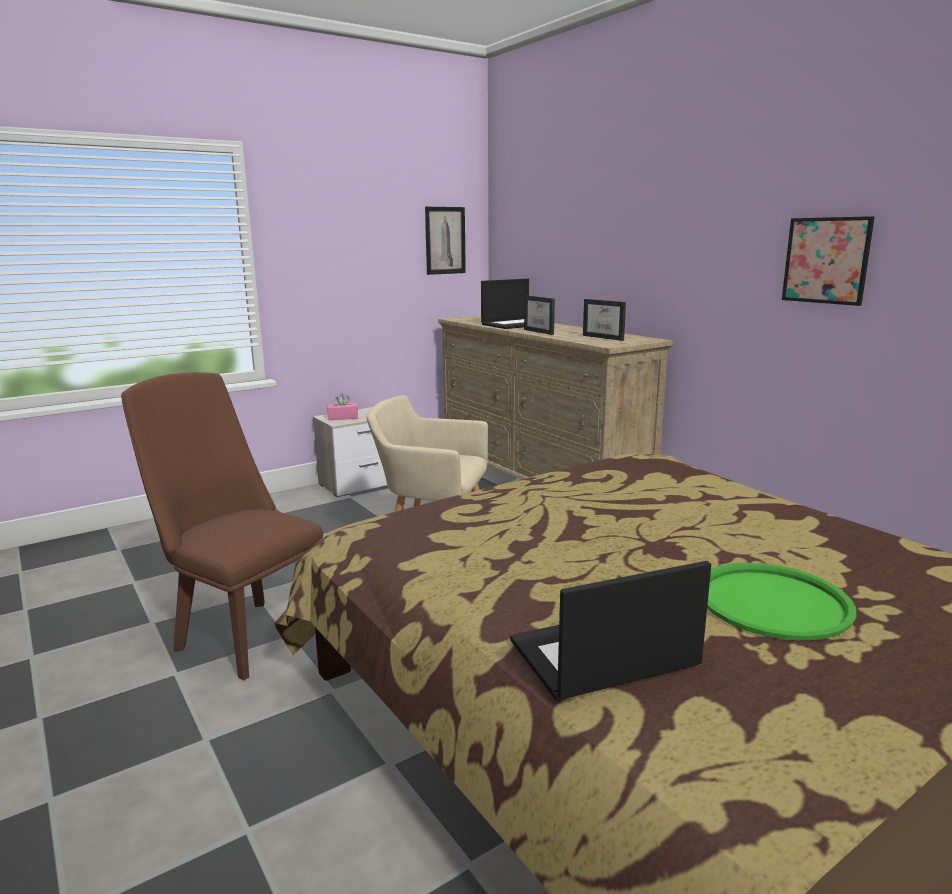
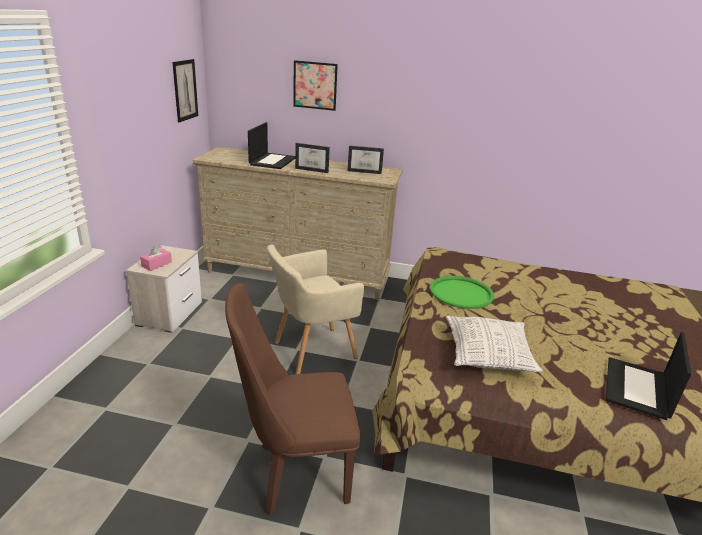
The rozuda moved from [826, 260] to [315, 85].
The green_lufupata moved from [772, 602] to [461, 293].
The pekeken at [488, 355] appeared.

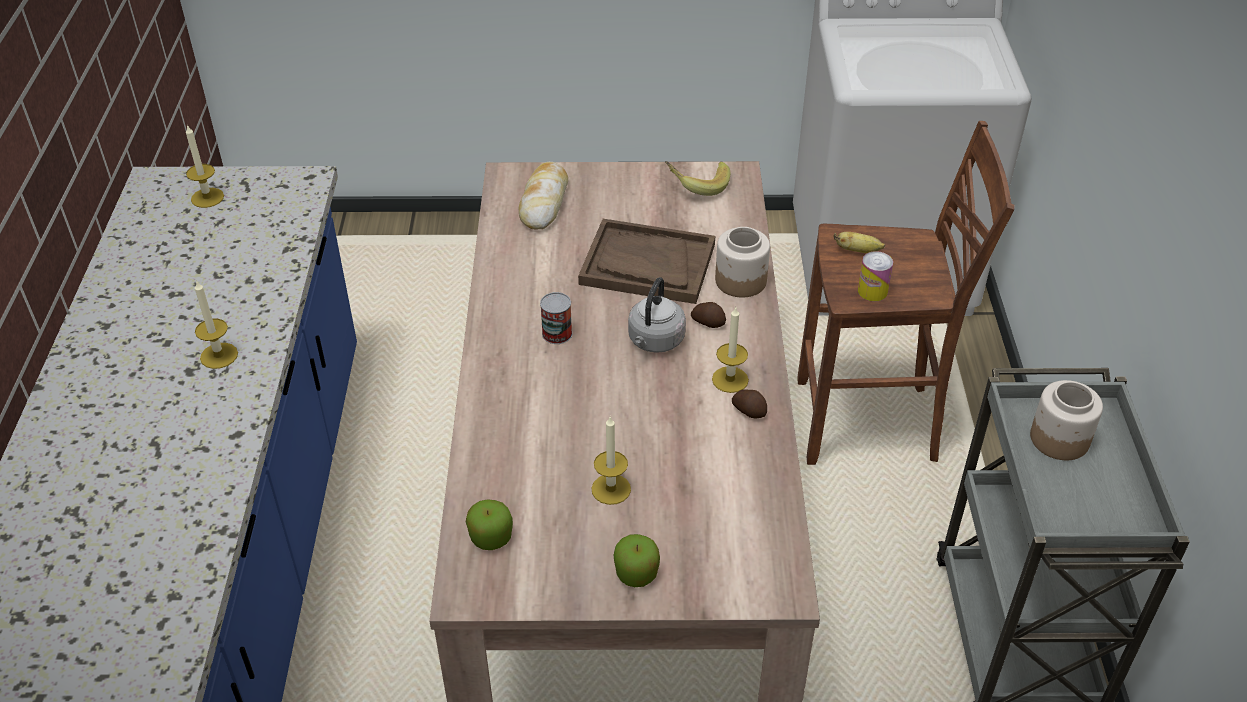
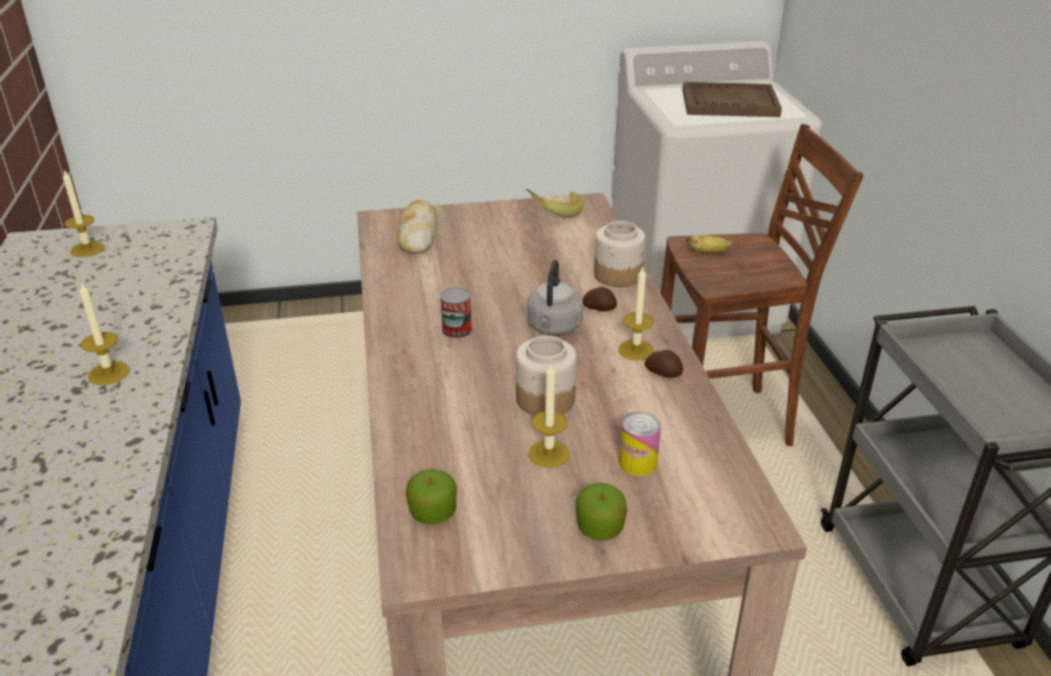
The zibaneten moved from [1058, 439] to [544, 399].
The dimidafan moved from [872, 291] to [637, 463].
The brown_lufupata moved from [647, 264] to [729, 103].

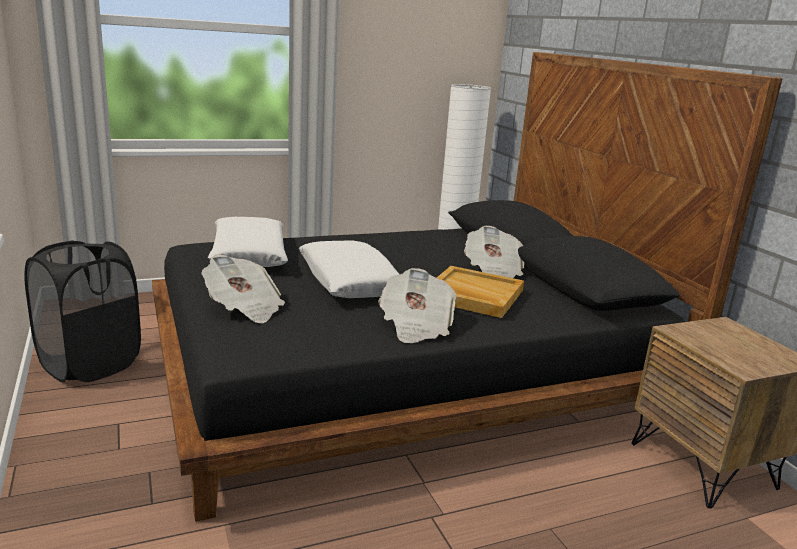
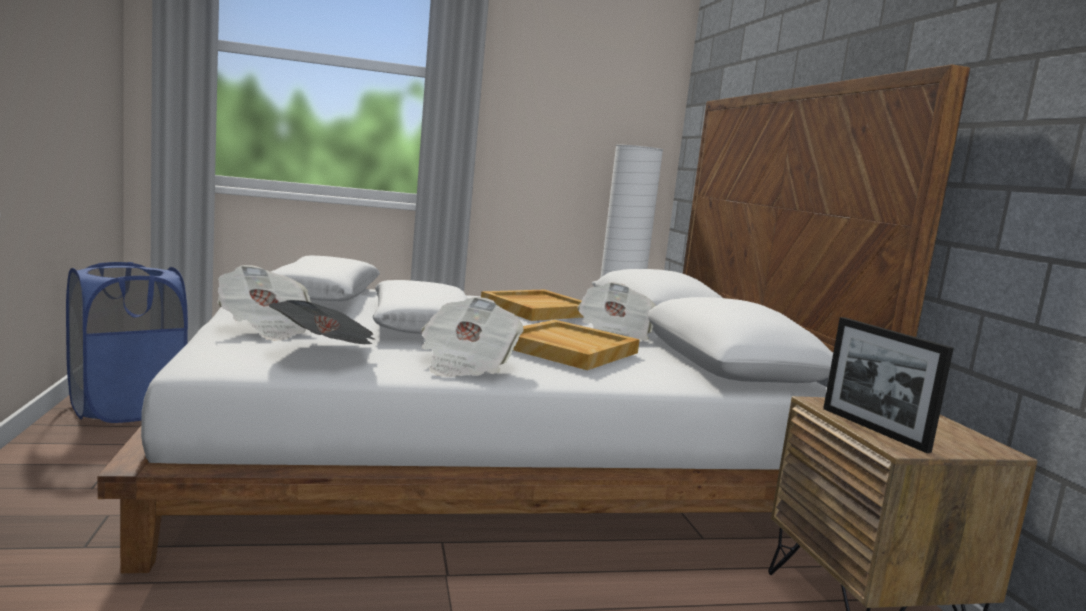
The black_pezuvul at [90, 364] became the blue_pezuvul at [126, 408].
The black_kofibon at [402, 373] became the white_kofibon at [491, 460].
The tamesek at [327, 352] appeared.
The beige_lufupata at [537, 309] appeared.
The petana at [873, 429] appeared.

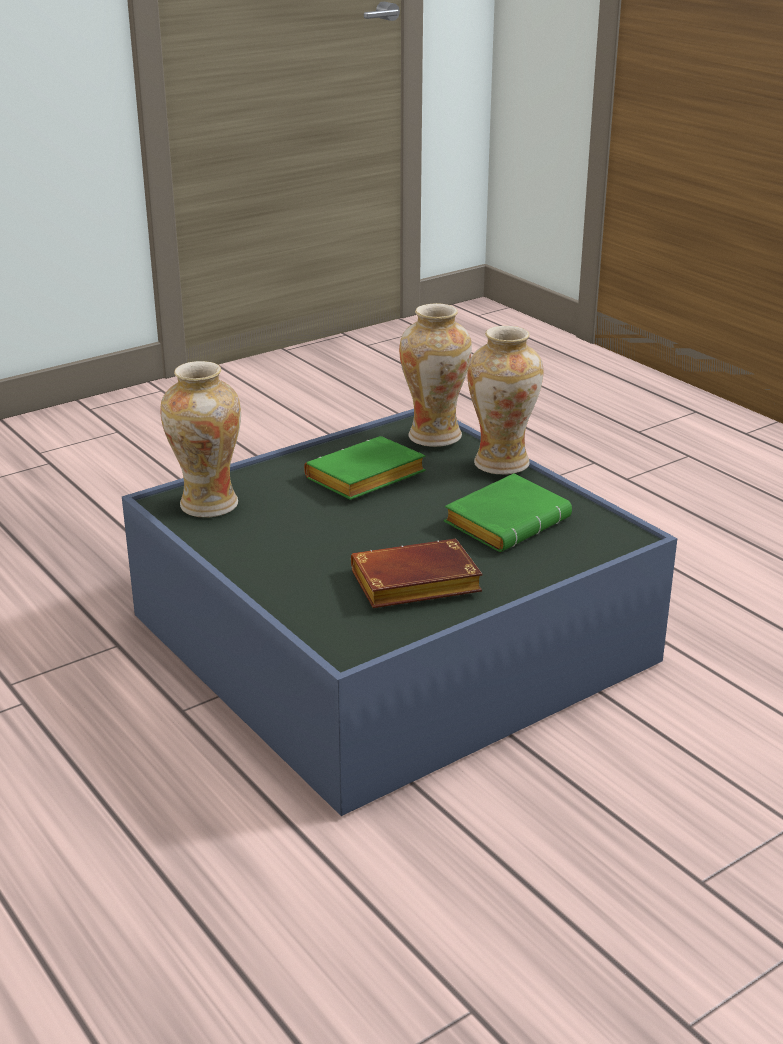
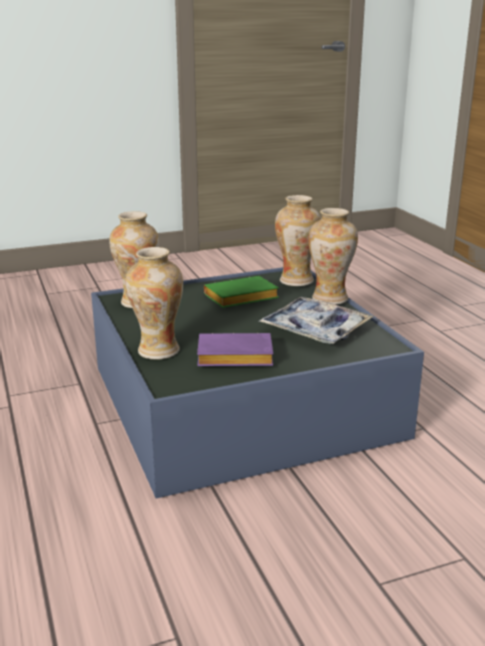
The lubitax at [158, 351] appeared.
The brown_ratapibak at [413, 586] became the purple_ratapibak at [232, 358].
The green_ratapibak at [506, 521] was replaced by the lufupata at [315, 330].

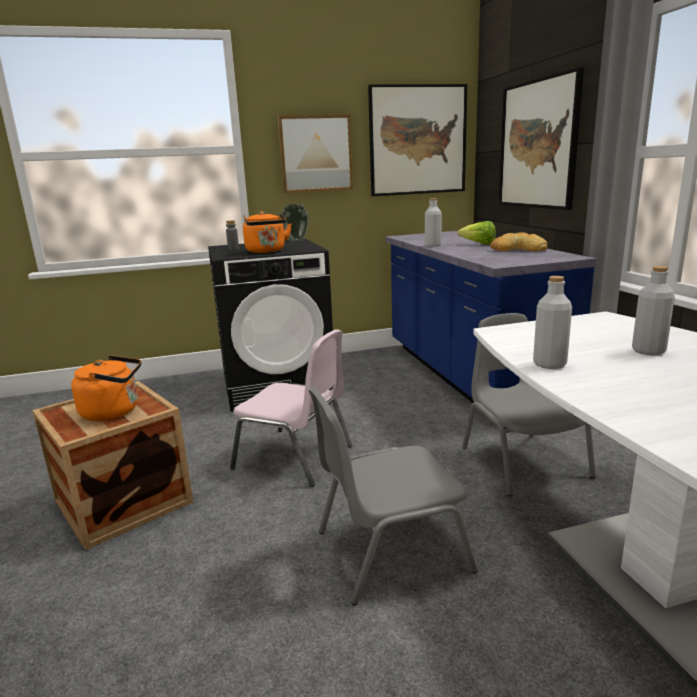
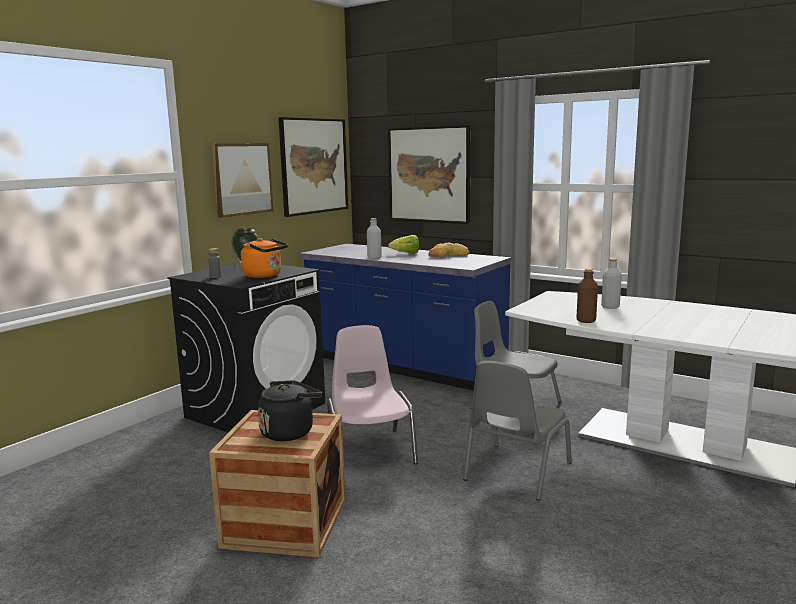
The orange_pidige at [114, 412] became the black_pidige at [289, 432].
The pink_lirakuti at [295, 457] turned 90 degrees counterclockwise.
The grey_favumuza at [549, 364] became the brown_favumuza at [586, 321].

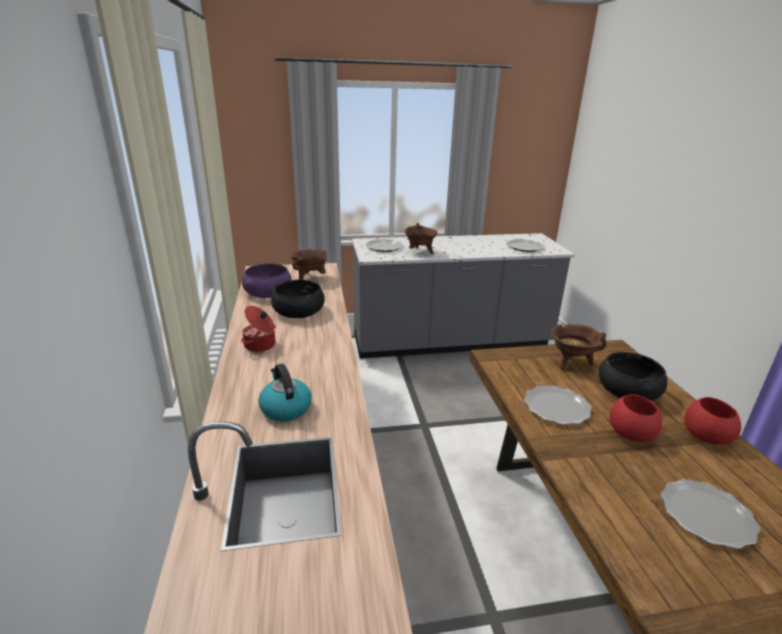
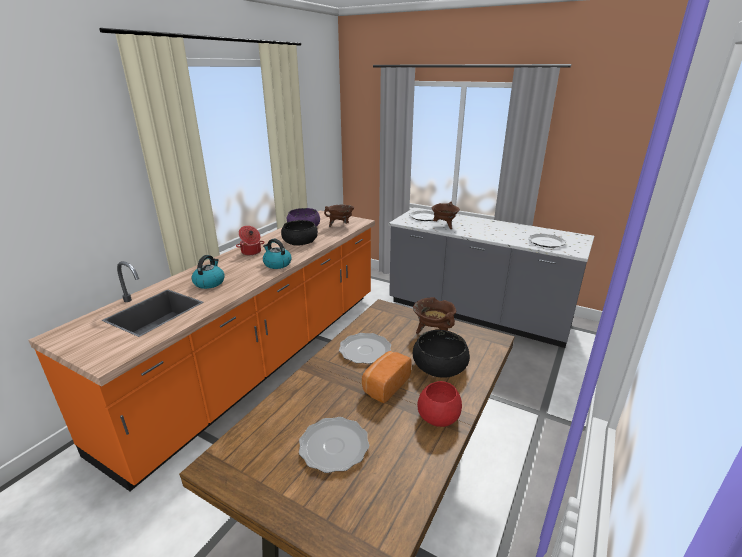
The pidige at [277, 264] appeared.
The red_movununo at [630, 432] was replaced by the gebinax at [384, 385].

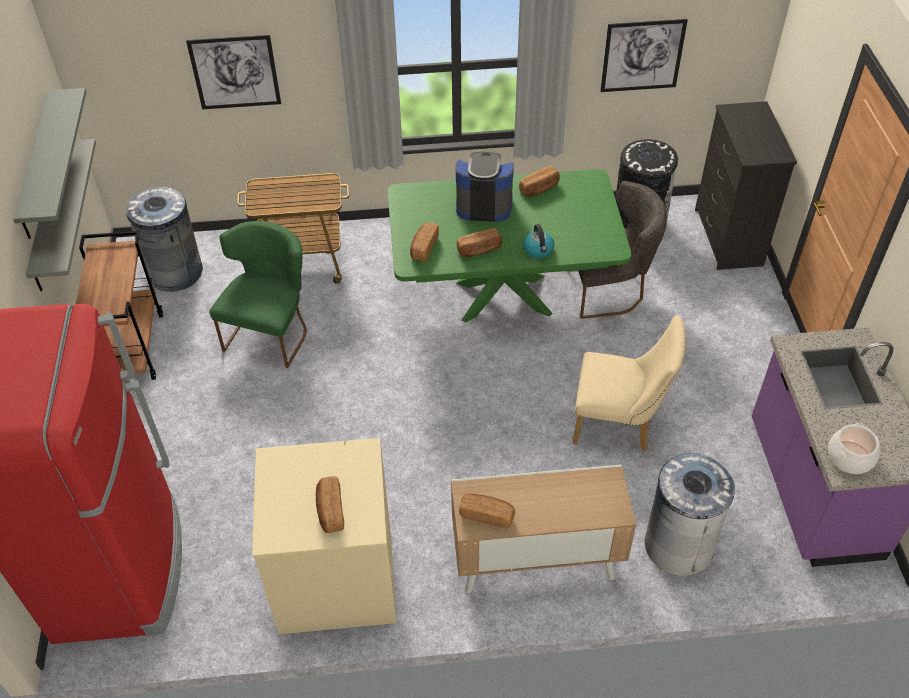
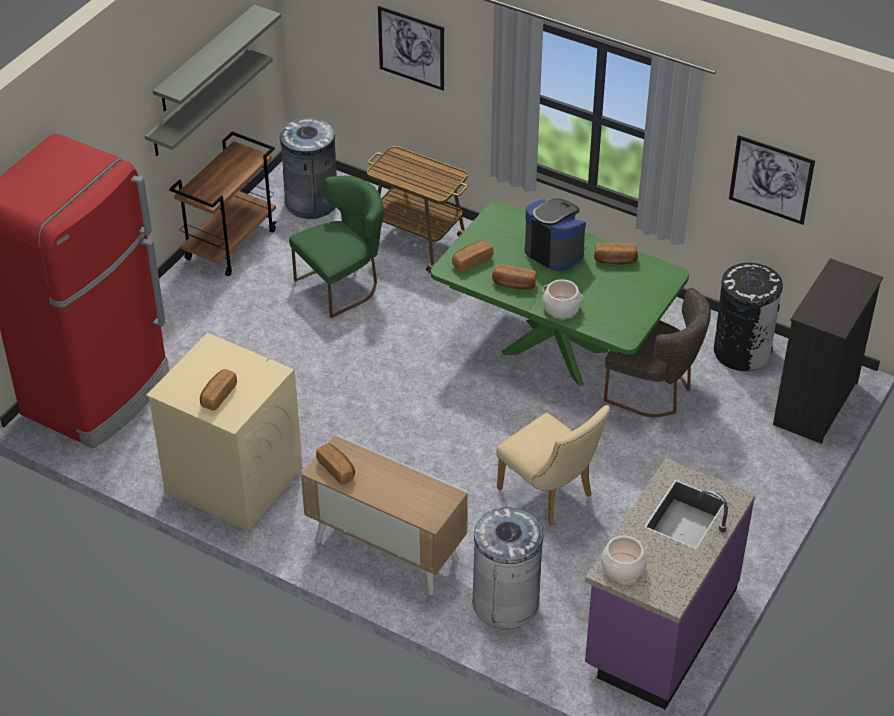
The pidige at [538, 250] was replaced by the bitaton at [561, 307].

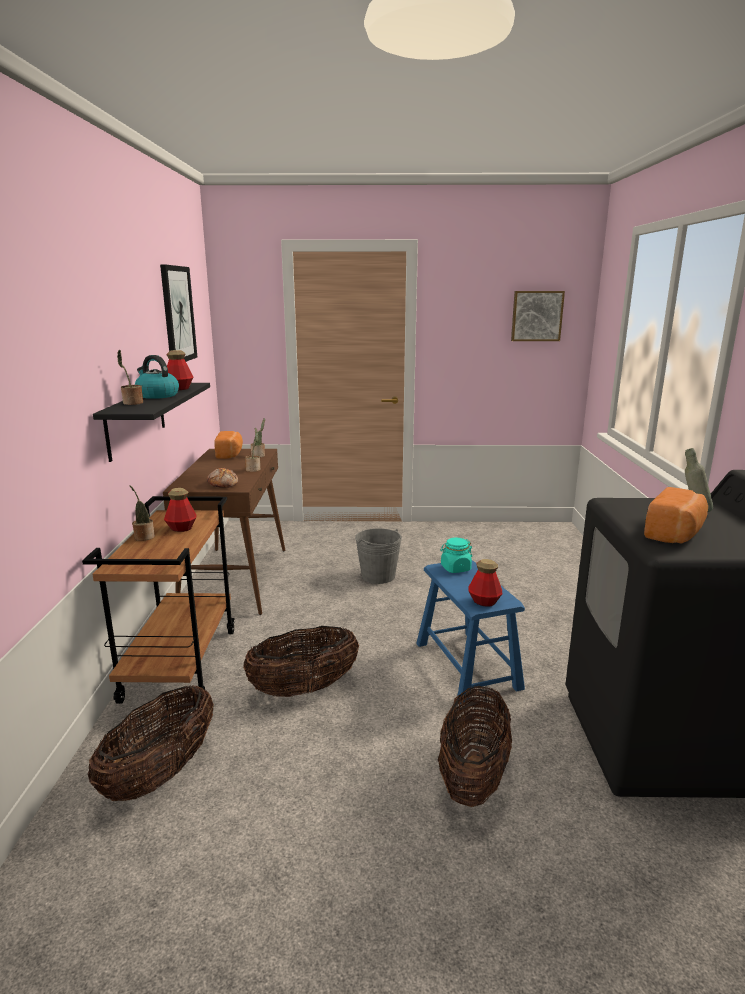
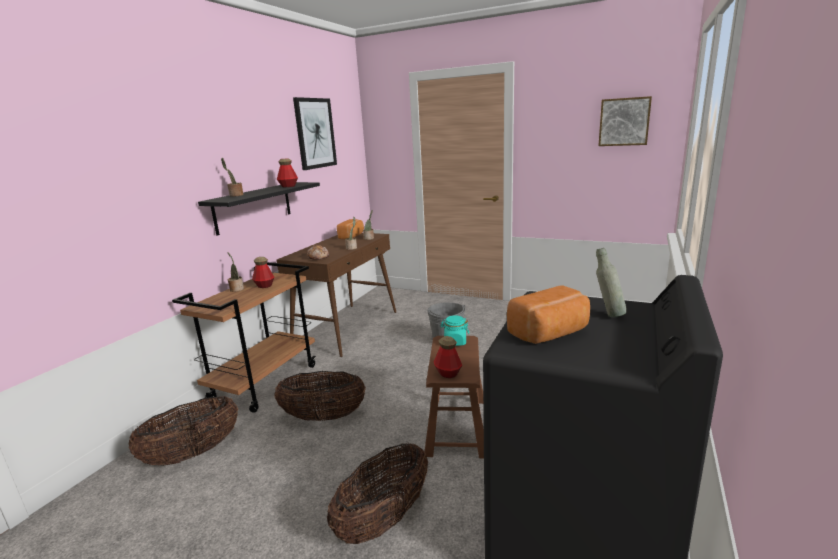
The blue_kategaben at [467, 665] became the brown_kategaben at [457, 426].
The pidige at [157, 395] disappeared.

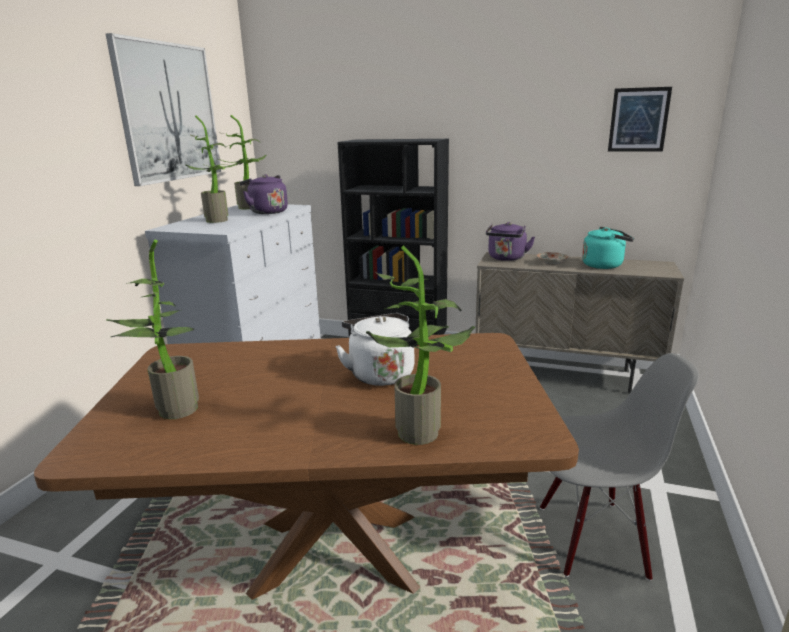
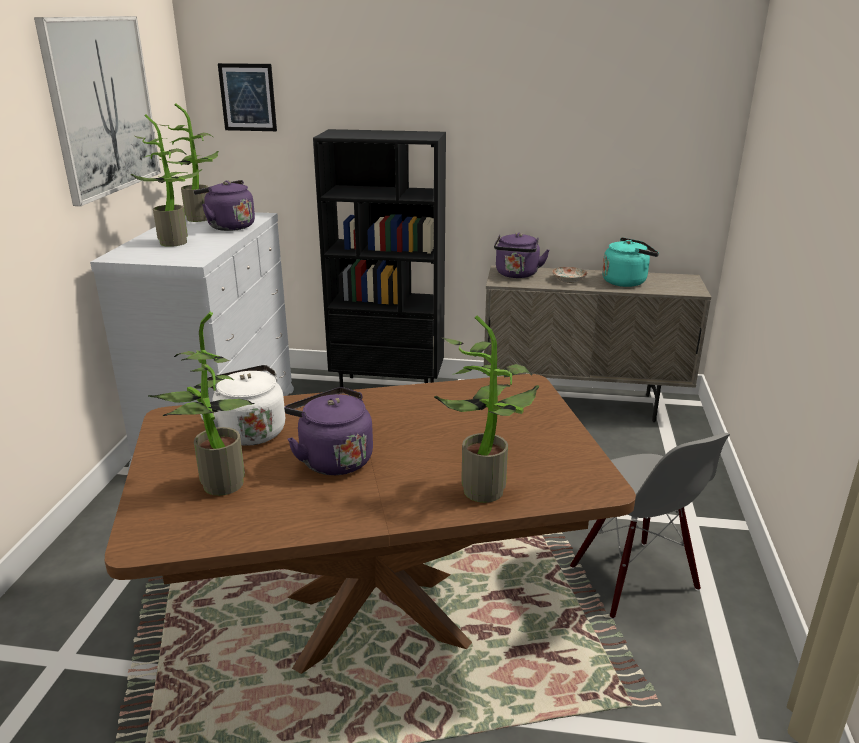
The white_pidige moved from [379, 373] to [249, 431].
The rozuda moved from [638, 120] to [248, 97].
The purple_pidige at [333, 459] appeared.
The grey_lirakuti at [592, 539] turned 75 degrees clockwise.

